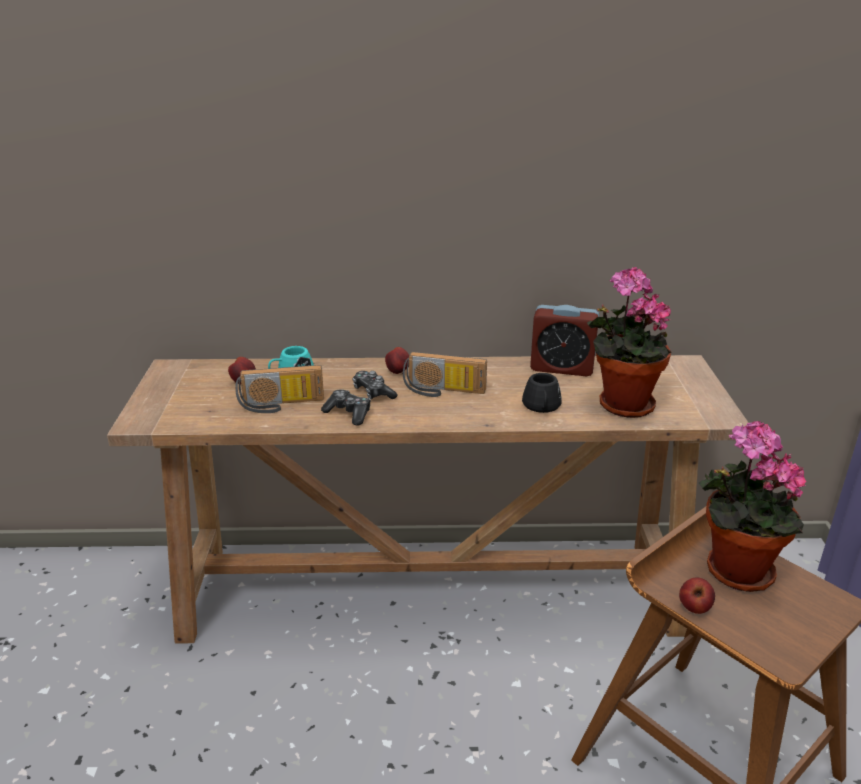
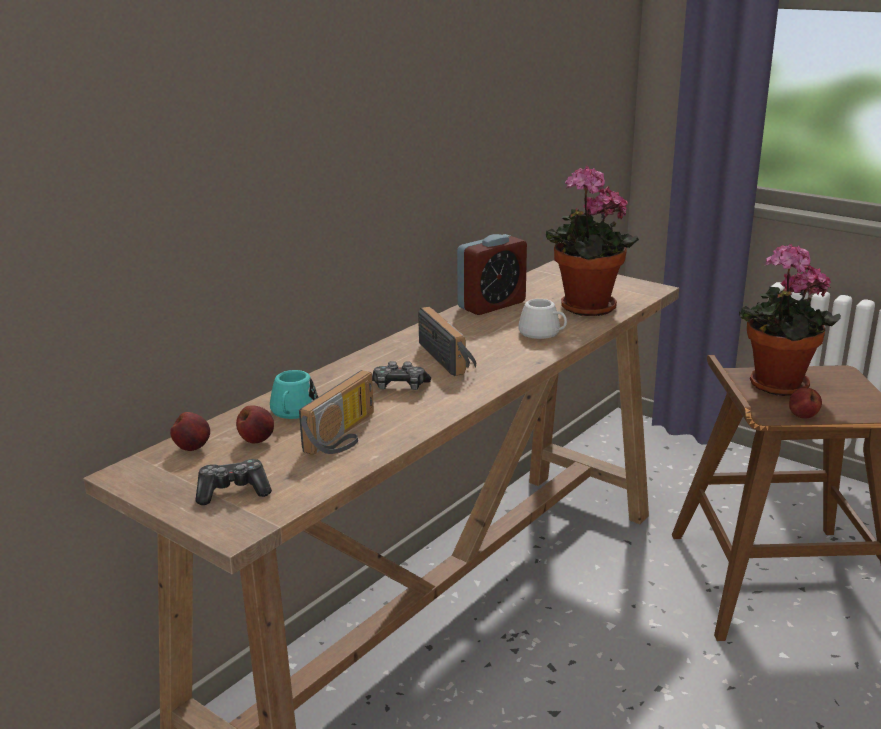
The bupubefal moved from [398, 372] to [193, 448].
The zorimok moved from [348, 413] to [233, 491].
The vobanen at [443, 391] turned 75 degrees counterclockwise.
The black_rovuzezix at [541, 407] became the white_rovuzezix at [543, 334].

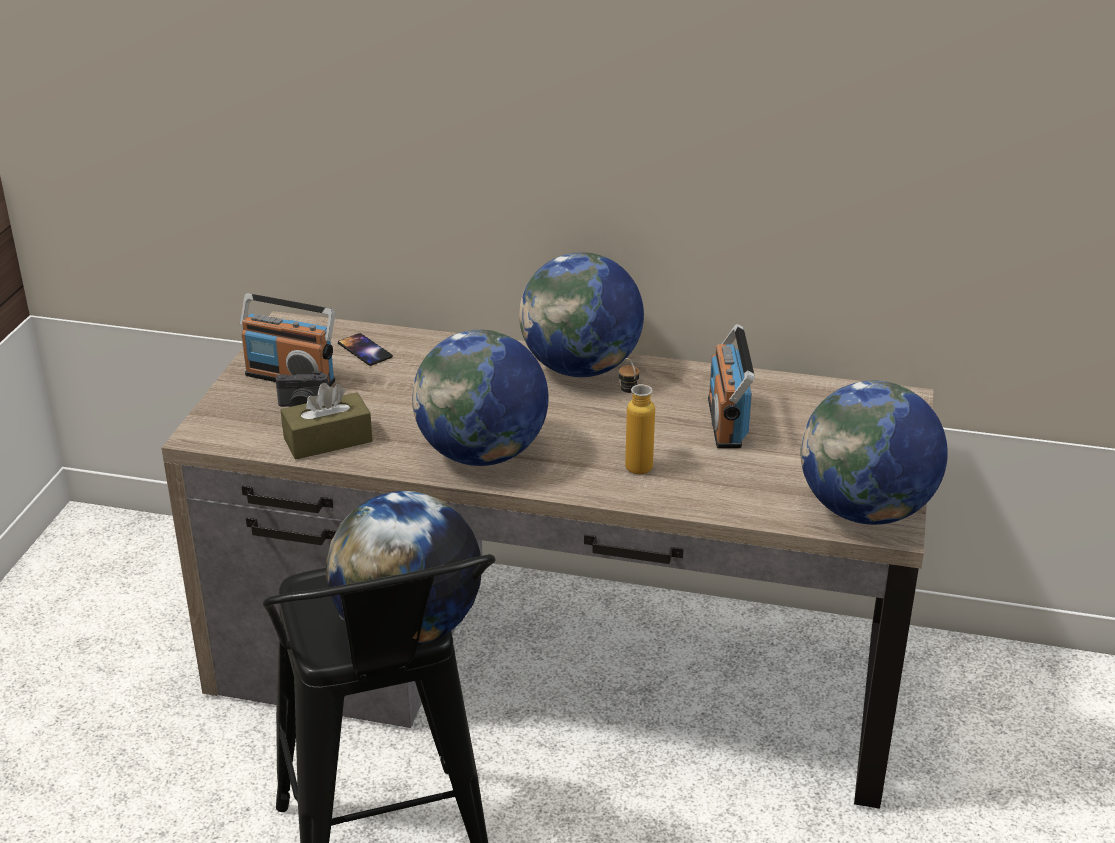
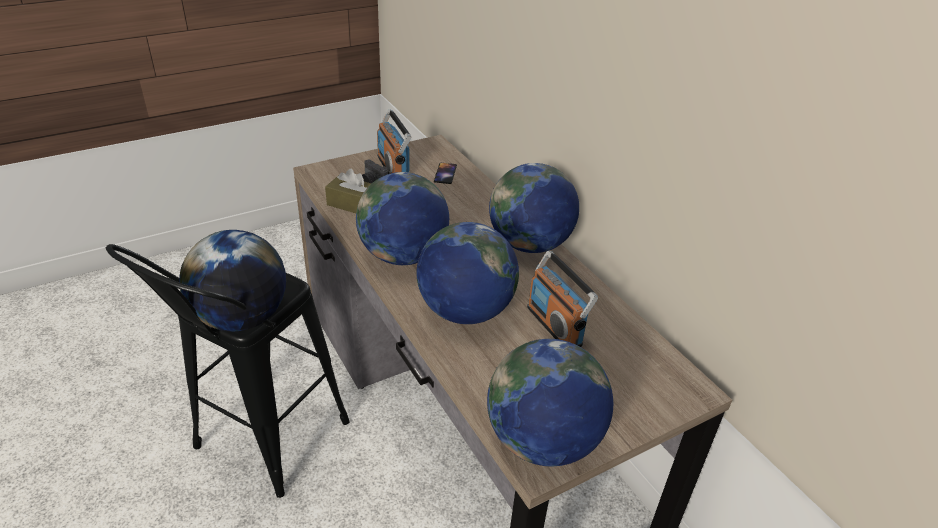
The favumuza at [633, 462] was replaced by the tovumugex at [465, 311].
The vobanen at [726, 422] turned 75 degrees counterclockwise.

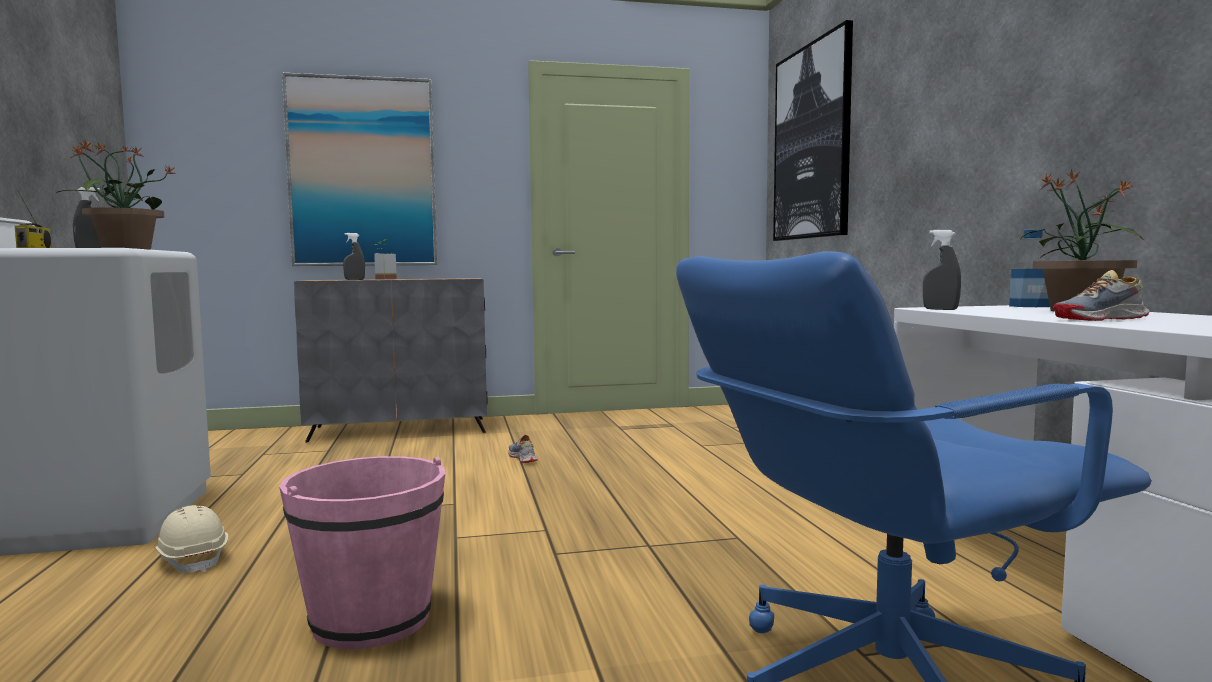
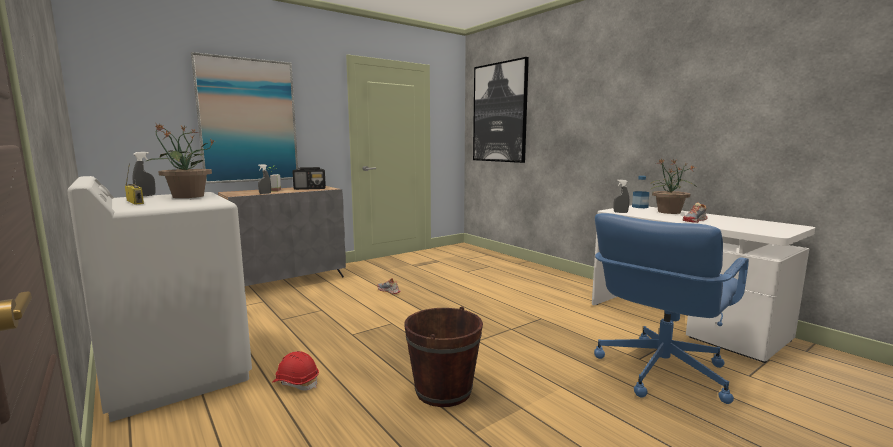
The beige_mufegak at [193, 560] became the red_mufegak at [296, 382].
The vobanen at [310, 189] appeared.
The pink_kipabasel at [371, 620] became the brown_kipabasel at [443, 390].

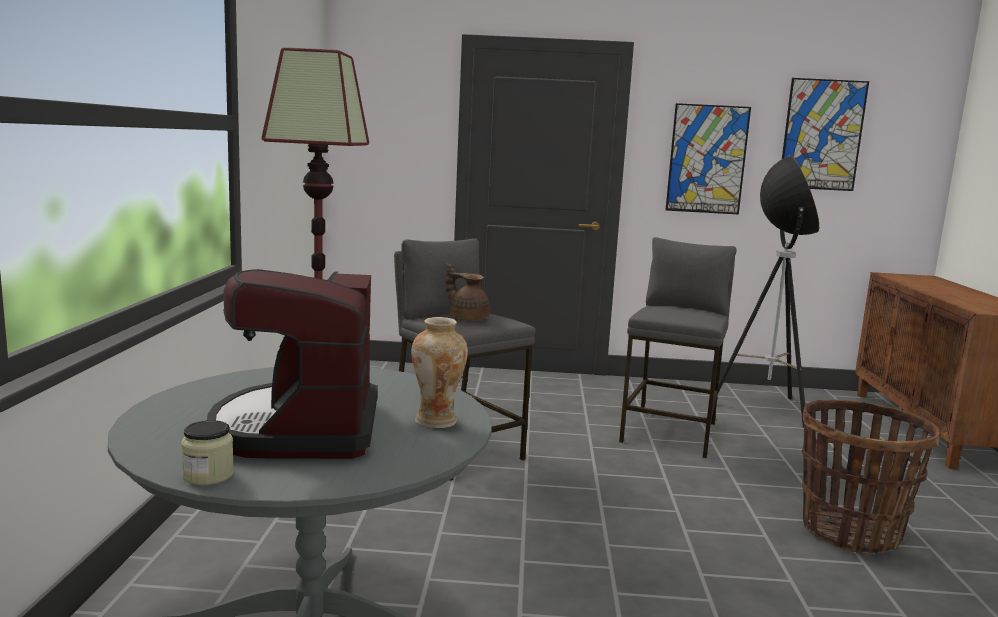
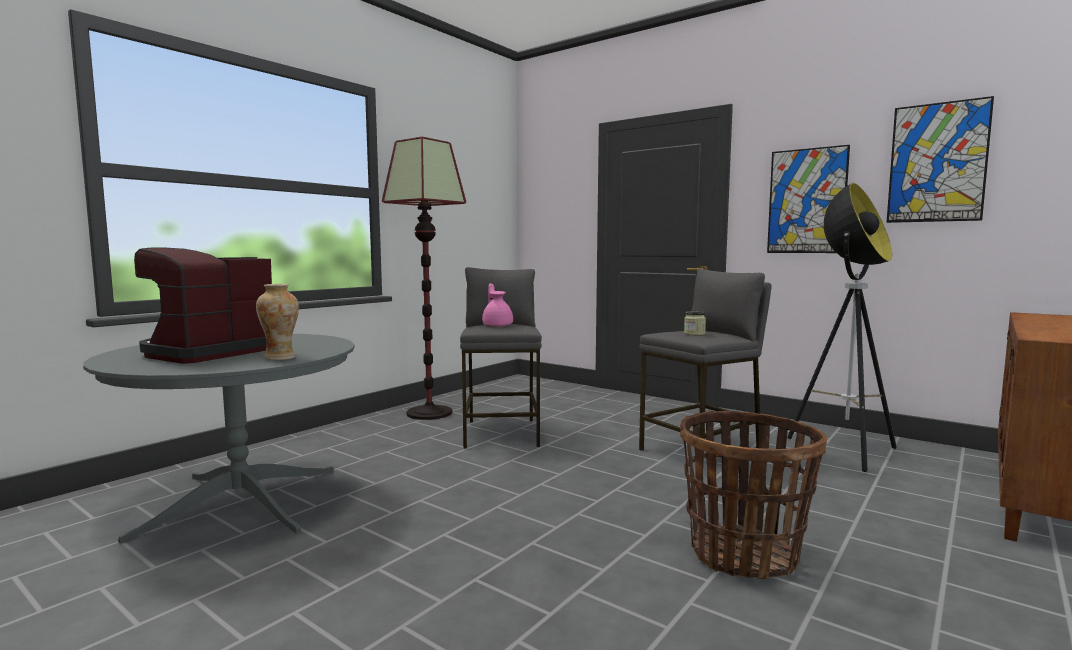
The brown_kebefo at [467, 318] became the pink_kebefo at [497, 326].
The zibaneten moved from [208, 475] to [694, 334].

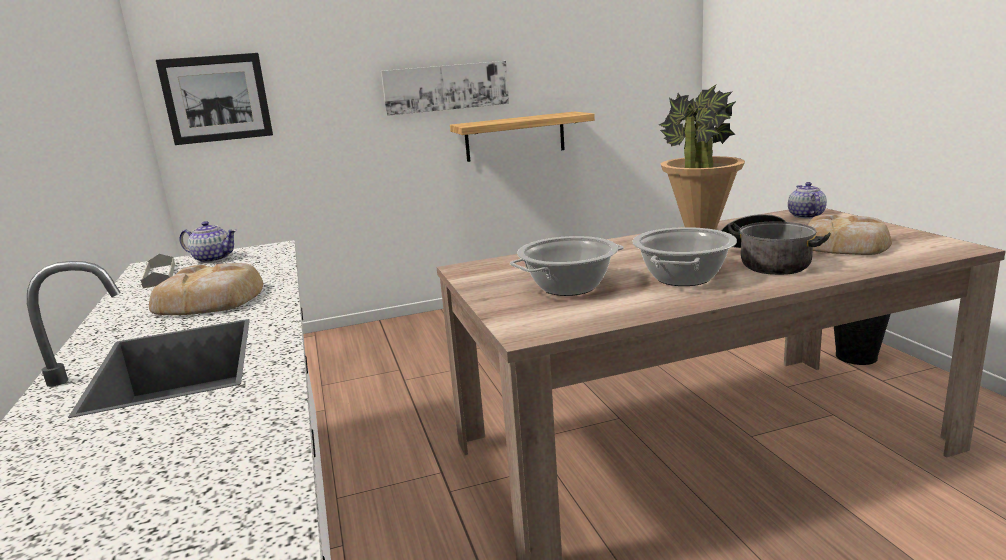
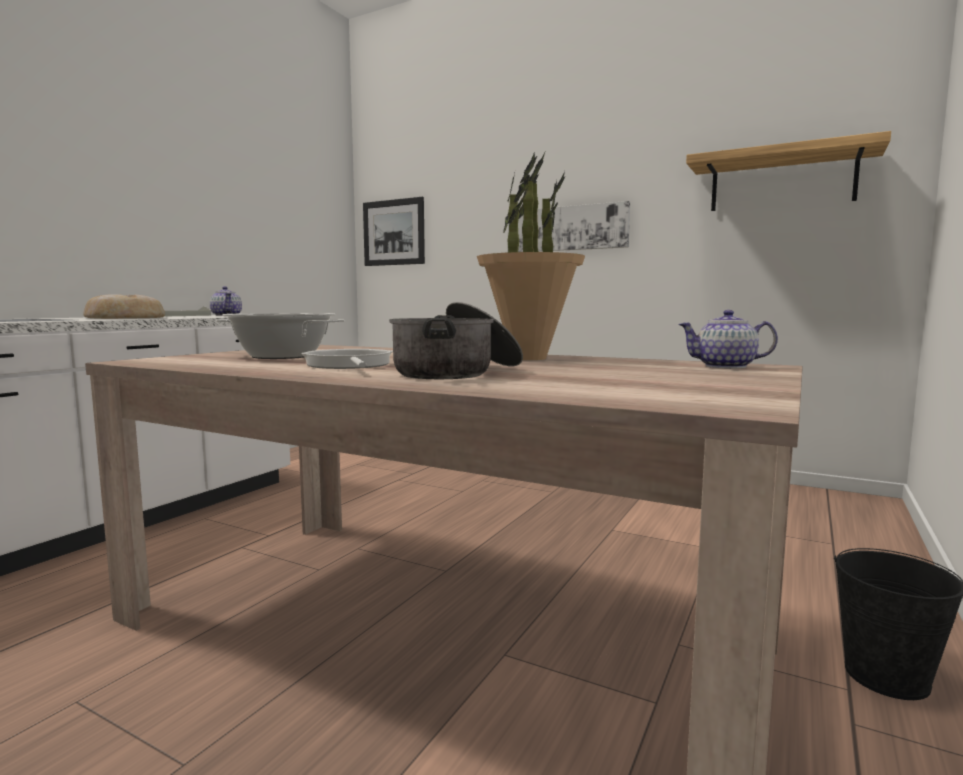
The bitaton at [683, 278] was replaced by the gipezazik at [349, 365].
The kebefo at [805, 216] turned 135 degrees counterclockwise.
The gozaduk moved from [515, 136] to [781, 181].
The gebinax at [844, 245] disappeared.

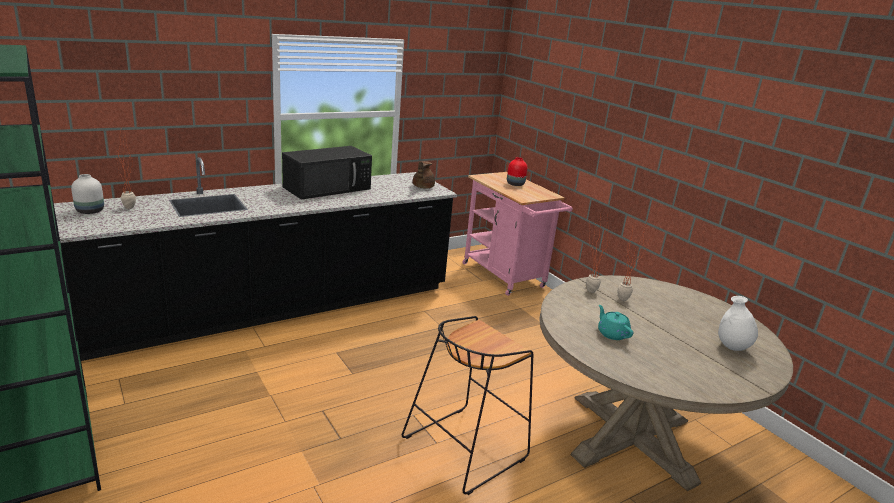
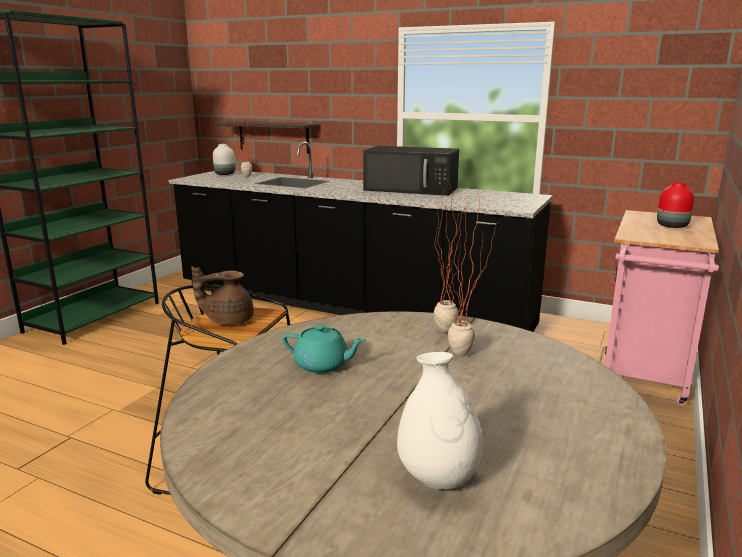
The brown_kebefo moved from [422, 187] to [228, 320].
The gozaduk at [273, 136] appeared.
The turquoise_kebefo at [612, 334] turned 75 degrees clockwise.

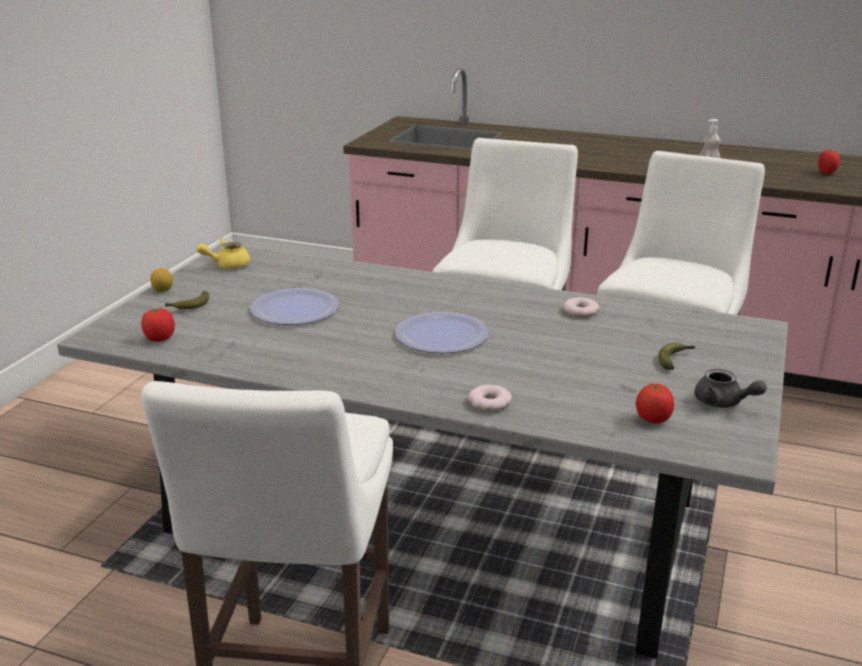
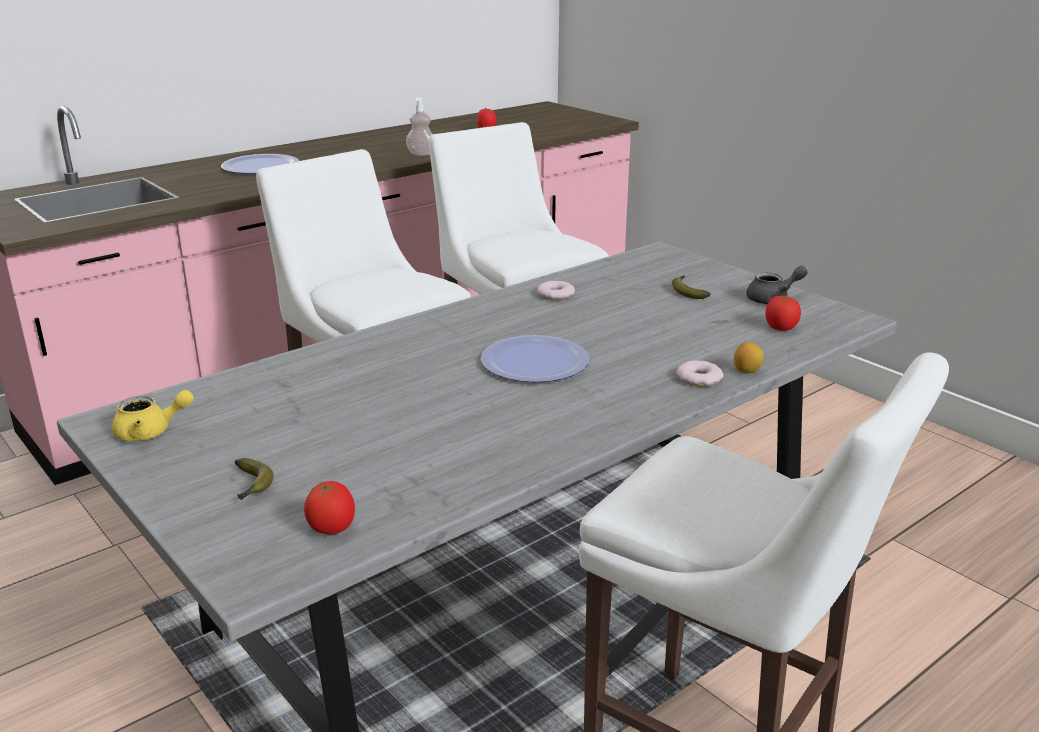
The yellow_kebefo at [227, 265] turned 105 degrees counterclockwise.
The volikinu moved from [295, 309] to [261, 167].
The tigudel moved from [163, 290] to [747, 371].

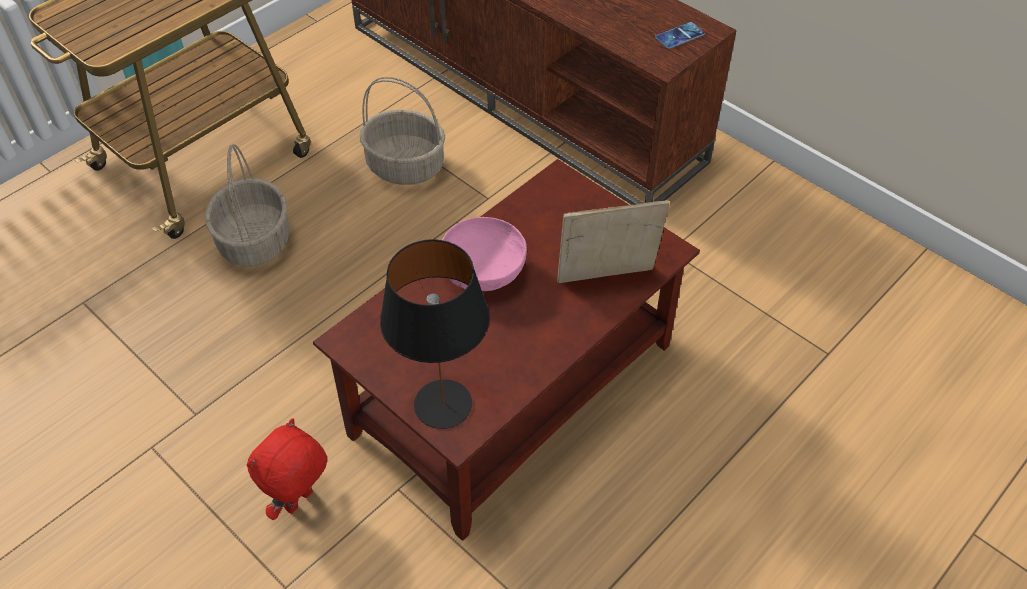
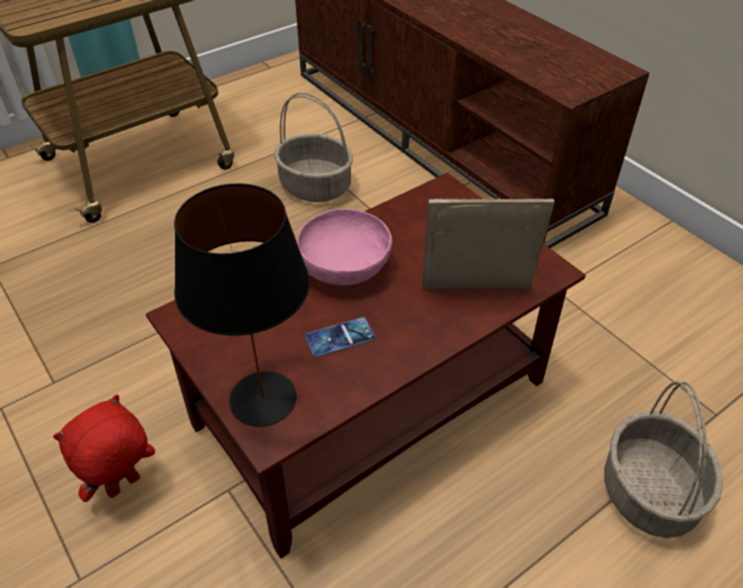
The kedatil moved from [680, 36] to [340, 337].
The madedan moved from [255, 242] to [650, 493].

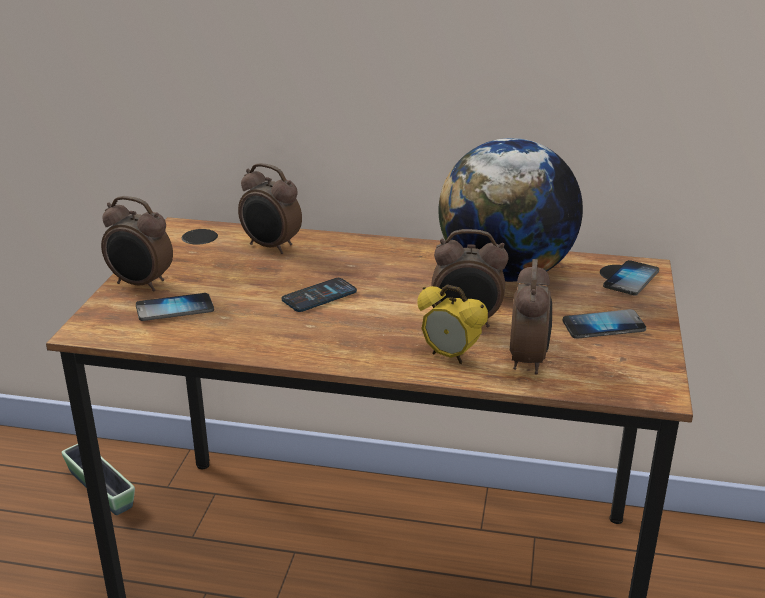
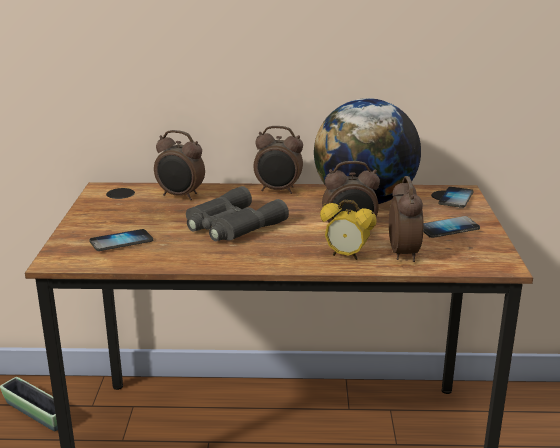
The kedatil at [319, 296] was replaced by the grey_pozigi at [231, 225].
The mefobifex moved from [141, 284] to [278, 190].

